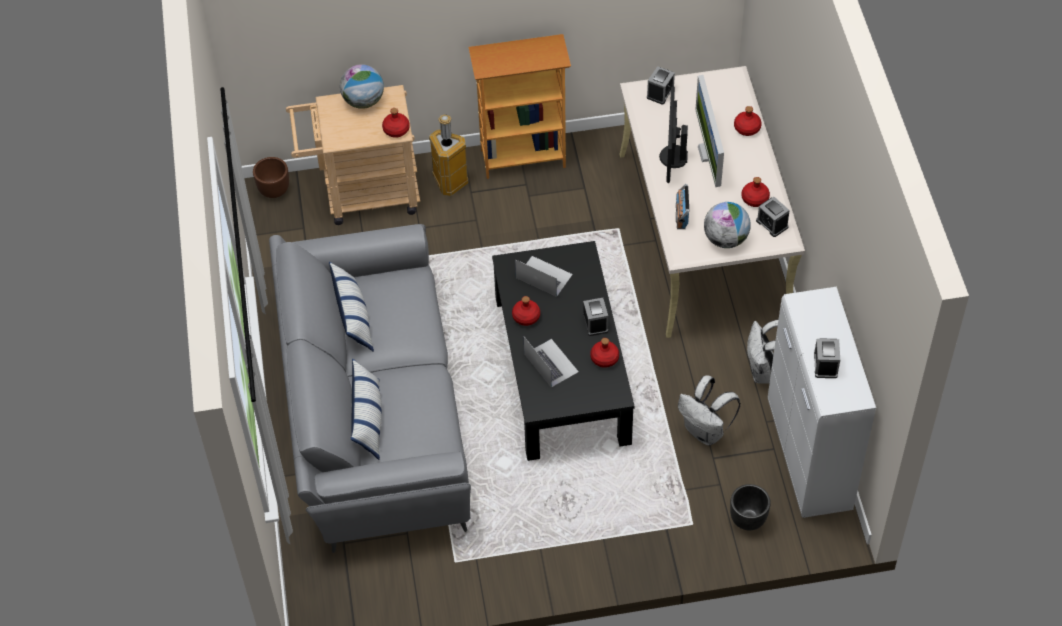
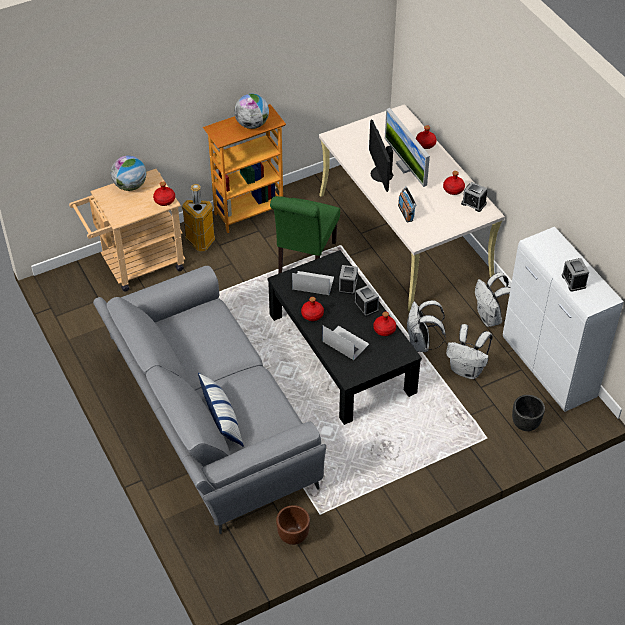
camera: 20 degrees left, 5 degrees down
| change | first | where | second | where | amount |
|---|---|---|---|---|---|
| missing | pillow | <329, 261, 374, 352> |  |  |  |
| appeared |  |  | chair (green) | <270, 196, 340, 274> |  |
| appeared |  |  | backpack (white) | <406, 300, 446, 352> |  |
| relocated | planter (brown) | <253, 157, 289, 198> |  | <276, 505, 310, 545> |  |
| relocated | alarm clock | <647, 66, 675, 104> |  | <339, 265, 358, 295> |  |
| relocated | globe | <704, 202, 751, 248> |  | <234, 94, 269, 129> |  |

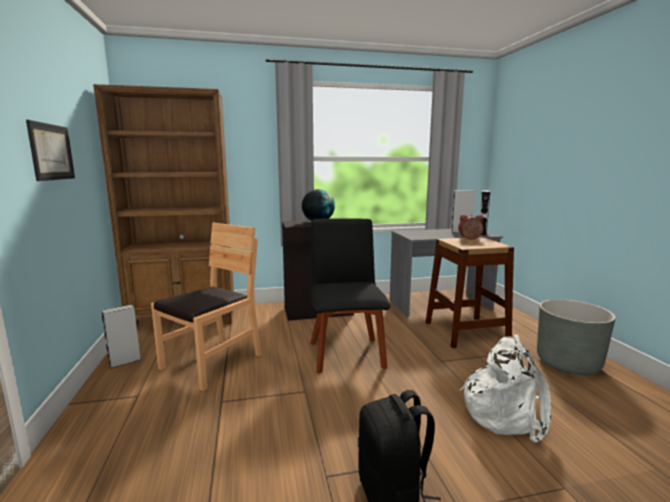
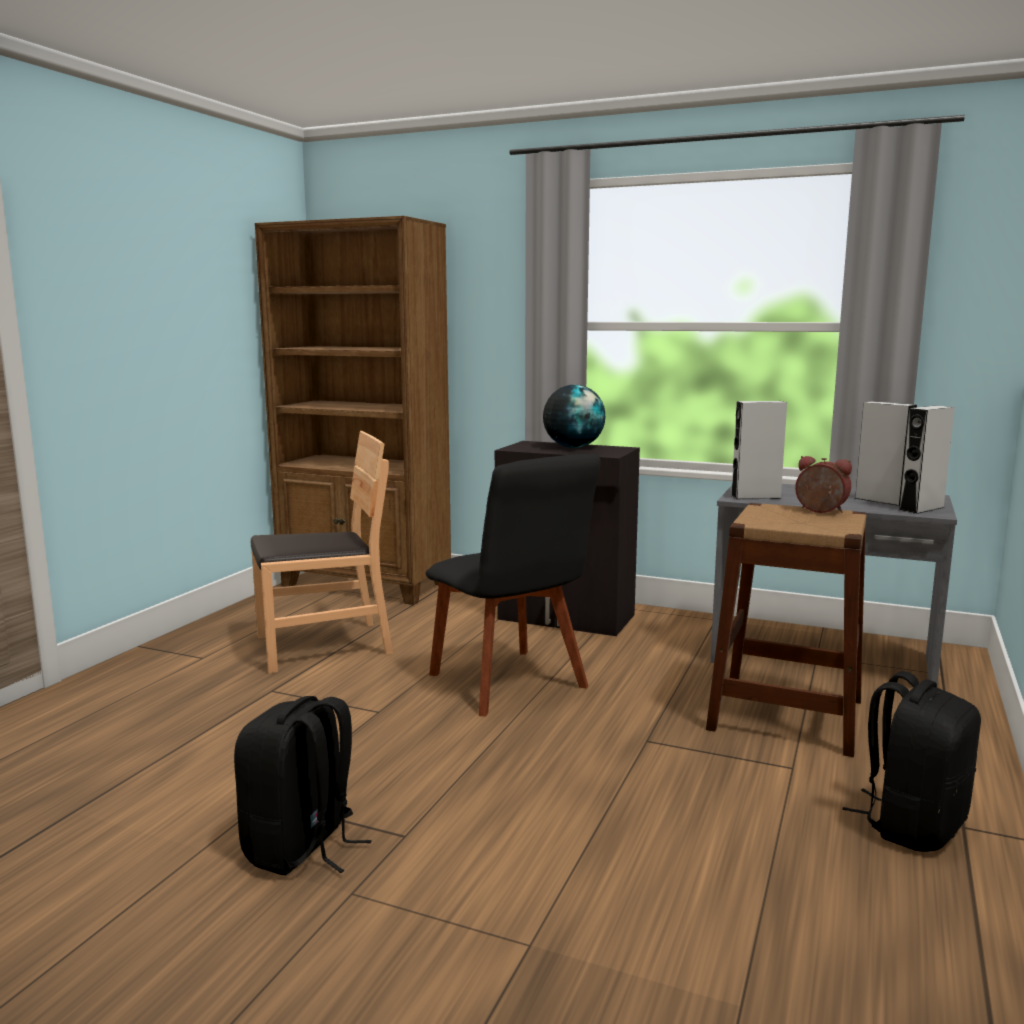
camera: 35 degrees right, 0 degrees up
| change | first | where | second | where | amount |
|---|---|---|---|---|---|
| missing | picture | <26, 120, 75, 181> |  |  |  |
| missing | backpack (white) | <460, 335, 551, 443> |  |  |  |
| relocated | speaker (grey) | <102, 304, 141, 368> |  | <731, 401, 787, 499> |  |
| exchanged | planter (grey) | <537, 299, 616, 375> | backpack (black) | <843, 671, 981, 852> |  |
| spun | chair (black) | <310, 218, 390, 374> |  | <426, 454, 601, 716> | 120 degrees clockwise |

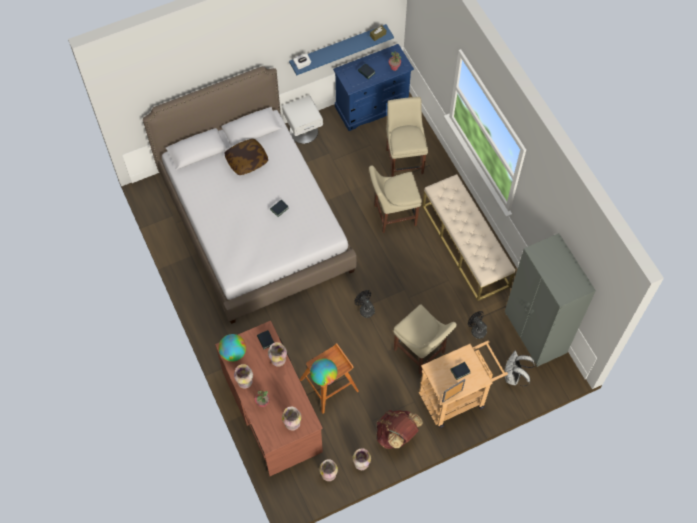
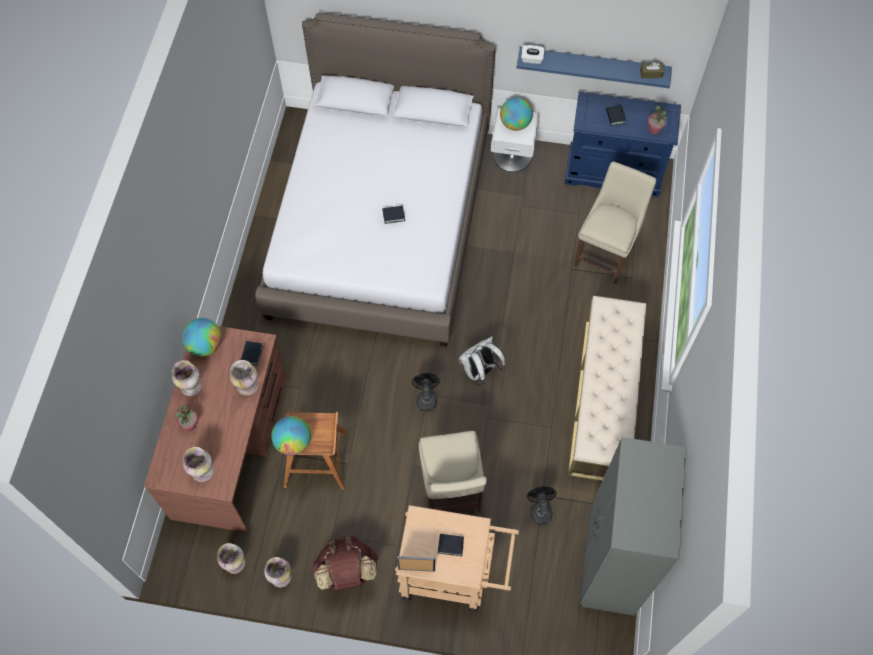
camera: 35 degrees right, 0 degrees up
| change | first | where | second | where | amount |
|---|---|---|---|---|---|
| missing | pillow | <224, 139, 268, 175> |  |  |  |
| missing | chair (beige) | <369, 165, 422, 233> |  |  |  |
| appeared |  |  | globe | <500, 97, 533, 131> |  |
| relocated | backpack (white) | <505, 351, 535, 386> |  | <459, 336, 506, 386> |  |

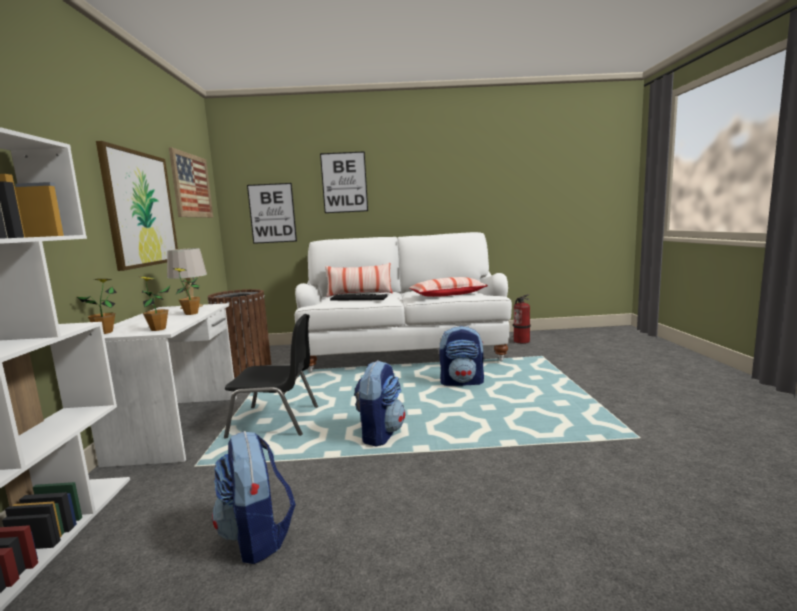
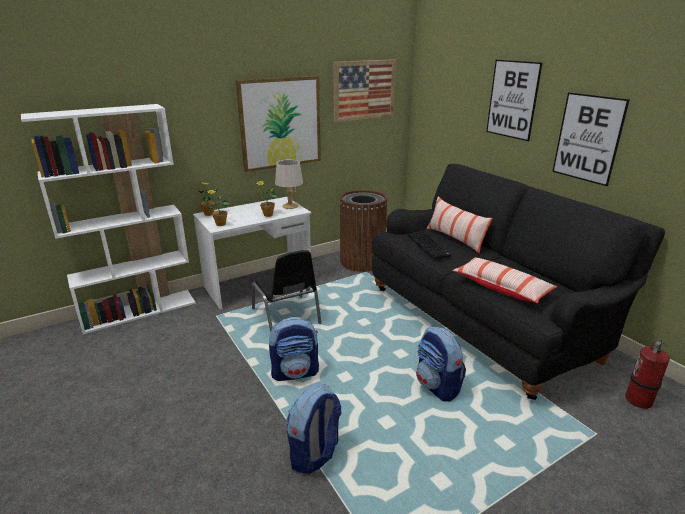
camera: 60 degrees right, 15 degrees up
| change | first | where | second | where | amount |
|---|---|---|---|---|---|
| relocated | backpack | <212, 431, 296, 564> |  | <286, 384, 341, 474> |  |
| relocated | picture | <247, 183, 297, 244> |  | <552, 92, 630, 186> |  |
| colour | sofa (white) | <295, 232, 512, 373> | sofa (black) | <372, 164, 665, 400> |  |

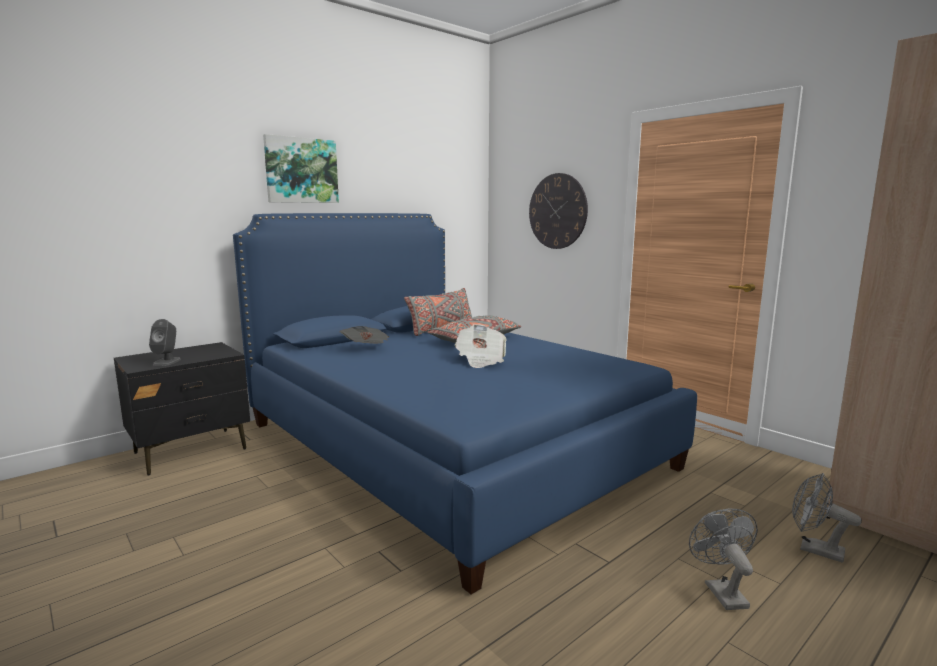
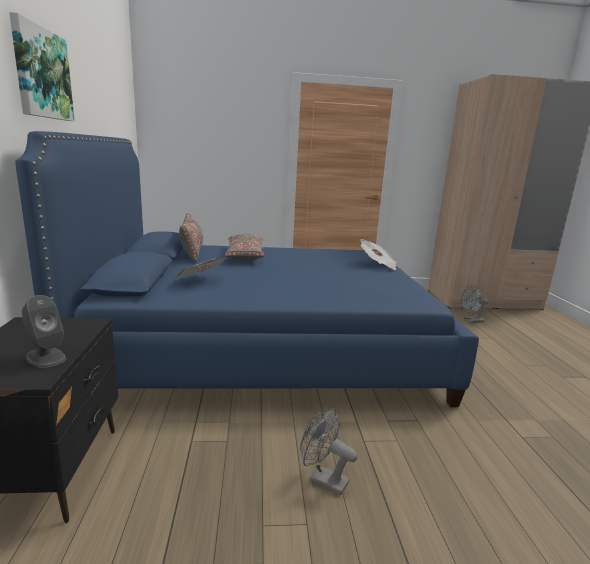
camera: 55 degrees left, 5 degrees up
| change | first | where | second | where | amount |
|---|---|---|---|---|---|
| missing | wall clock | <529, 173, 588, 249> |  |  |  |
| relocated | newspaper | <455, 324, 507, 368> |  | <360, 239, 397, 270> |  |
| relocated | fan (grey) | <689, 509, 758, 610> |  | <300, 408, 358, 496> |  |

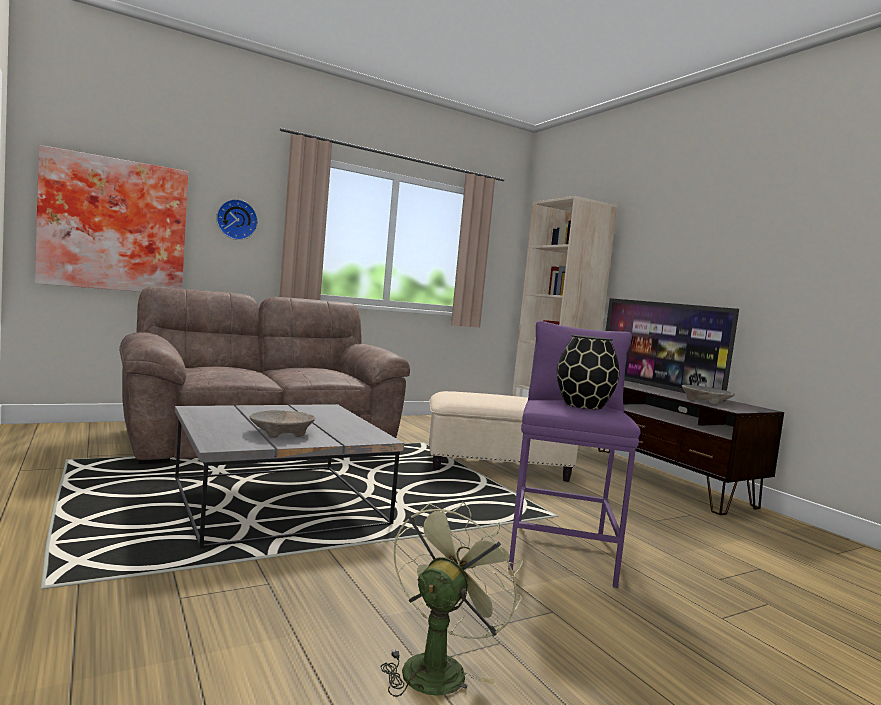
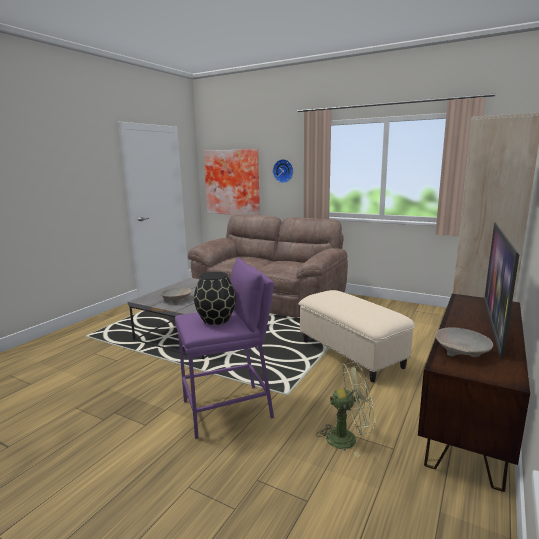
camera: 60 degrees right, 10 degrees up
| change | first | where | second | where | amount |
|---|---|---|---|---|---|
| relocated | fan (green) | <381, 501, 523, 697> |  | <316, 362, 375, 457> |  |

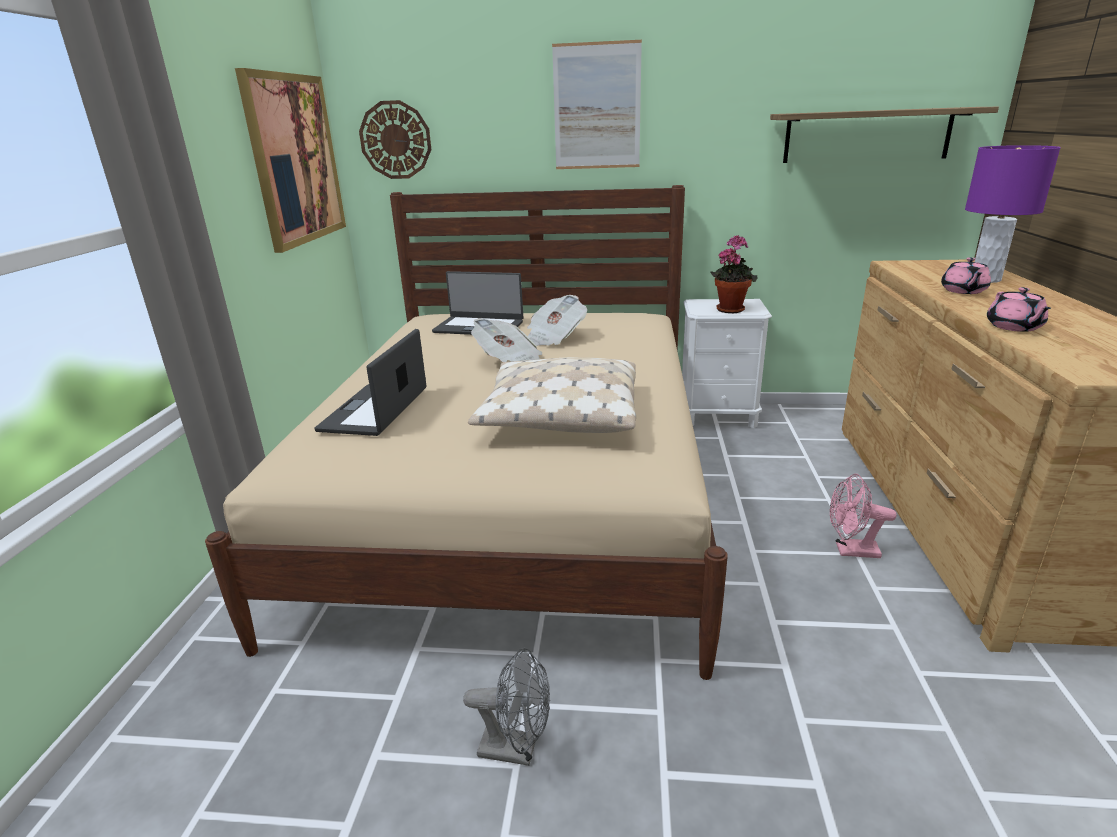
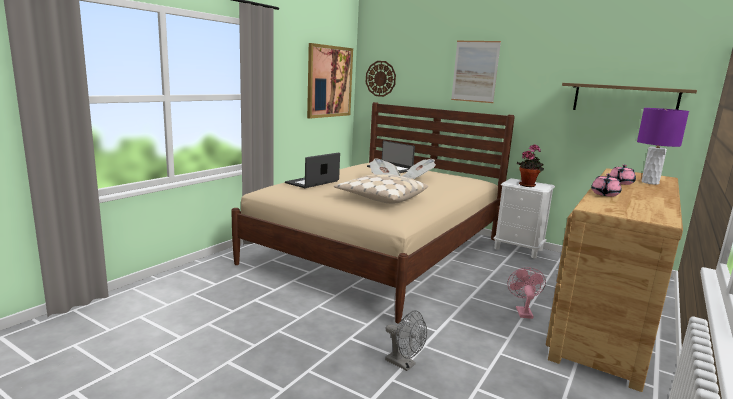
camera: 25 degrees right, 10 degrees down
| change | first | where | second | where | amount |
|---|---|---|---|---|---|
| relocated | fan (grey) | <463, 647, 550, 766> |  | <385, 310, 427, 371> |  |
| spun | fan (pink) | <830, 474, 897, 558> |  | <507, 267, 546, 319> | 60 degrees clockwise |

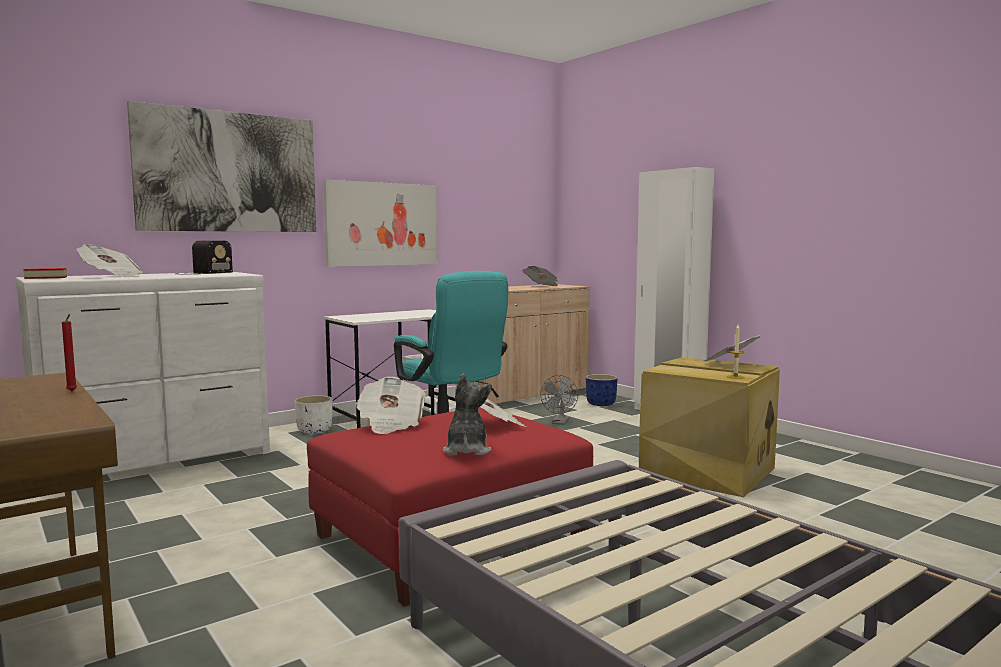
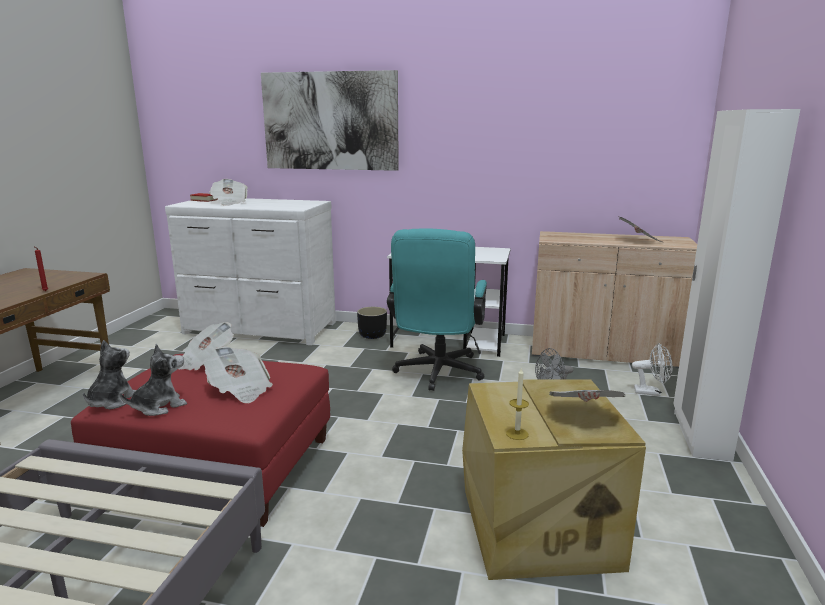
camera: 50 degrees right, 10 degrees up
| change | first | where | second | where | amount |
|---|---|---|---|---|---|
| missing | radio | <176, 241, 233, 275> |  |  |  |
| missing | picture | <324, 180, 437, 267> |  |  |  |
| appeared |  |  | plush toy | <83, 340, 136, 409> |  |
| exchanged | planter (blue) | <586, 374, 618, 406> | fan (white) | <632, 343, 673, 396> |  |
| colour | planter (white) | <294, 395, 332, 434> | planter (black) | <357, 307, 387, 339> |  |

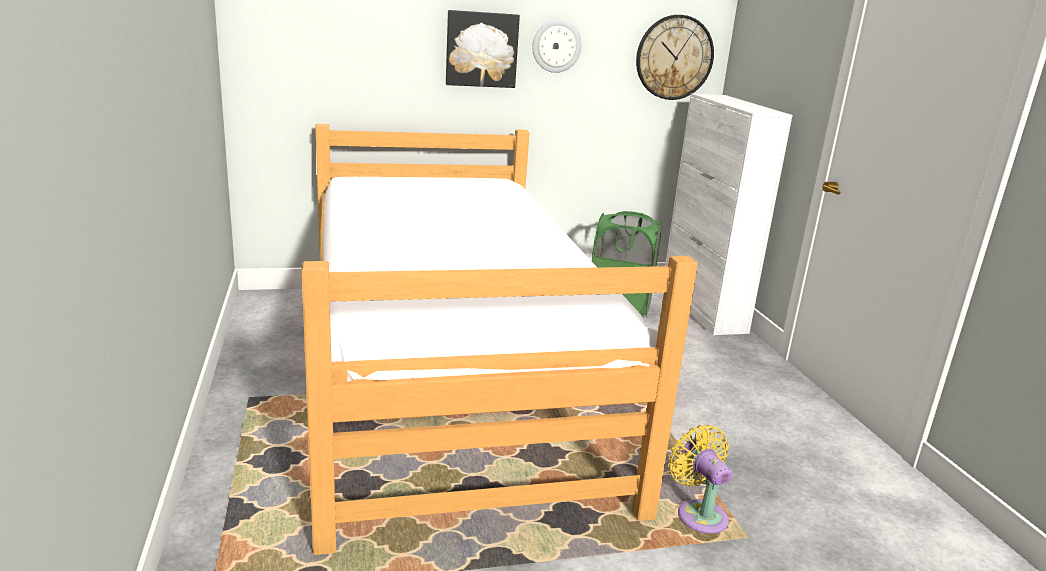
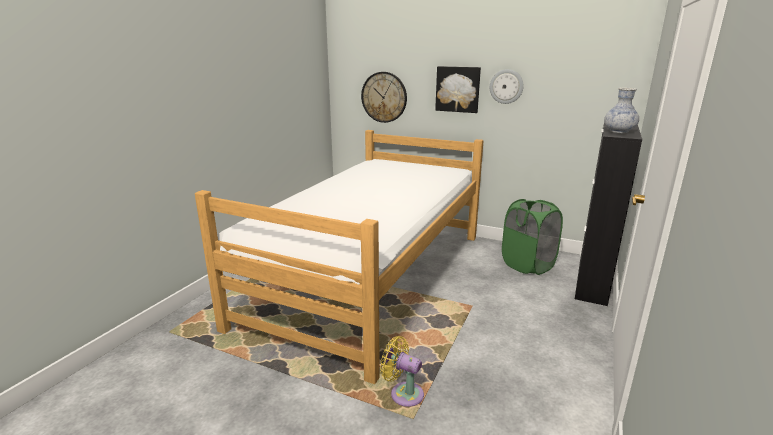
camera: 40 degrees right, 0 degrees up
| change | first | where | second | where | amount |
|---|---|---|---|---|---|
| appeared |  |  | vase | <604, 88, 639, 133> |  |
| relocated | wall clock | <636, 15, 714, 100> |  | <361, 72, 407, 123> |  |
| colour | cabinet (white) | <665, 94, 793, 335> | cabinet (black) | <575, 123, 642, 306> |  |
| spun | fan (yellow) | <668, 425, 732, 534> |  | <380, 336, 424, 407> | 75 degrees counterclockwise |

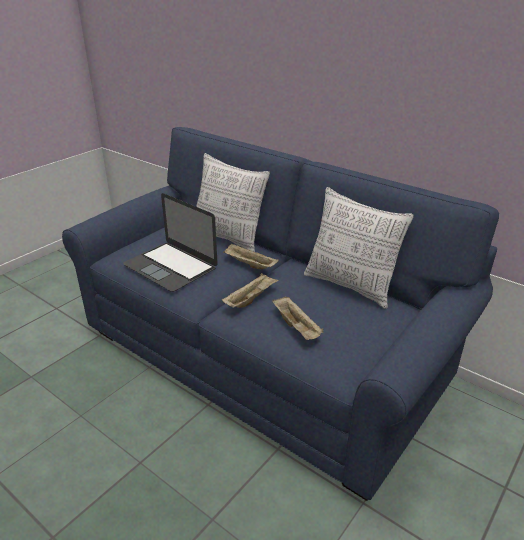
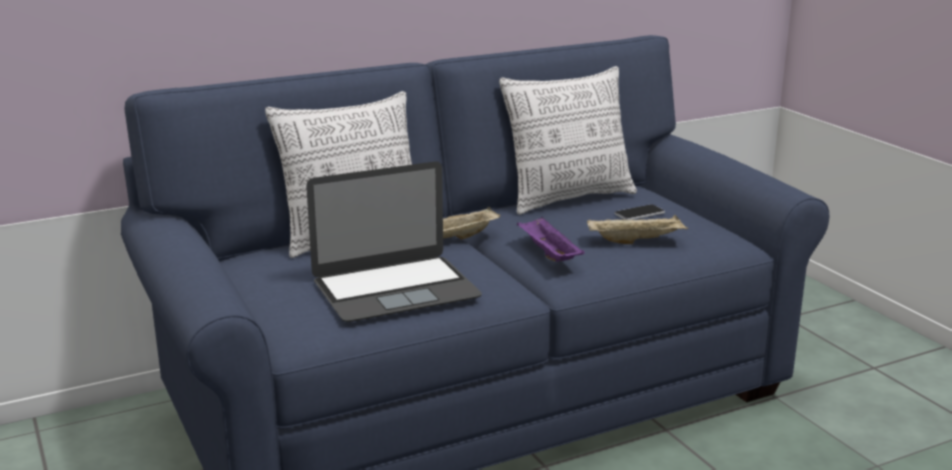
camera: 65 degrees left, 10 degrees down
| change | first | where | second | where | amount |
|---|---|---|---|---|---|
| appeared |  |  | phone | <615, 204, 665, 220> |  |
| colour | tray (beige) | <222, 273, 279, 308> | tray (purple) | <517, 217, 585, 262> |  |

